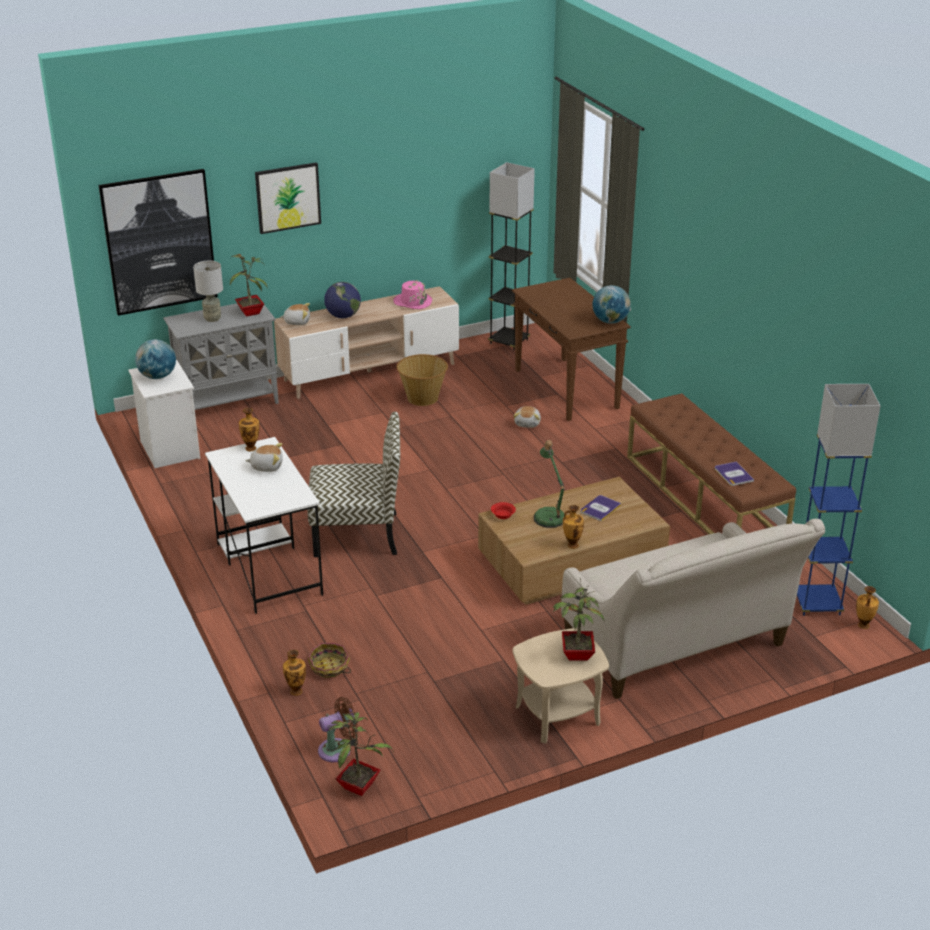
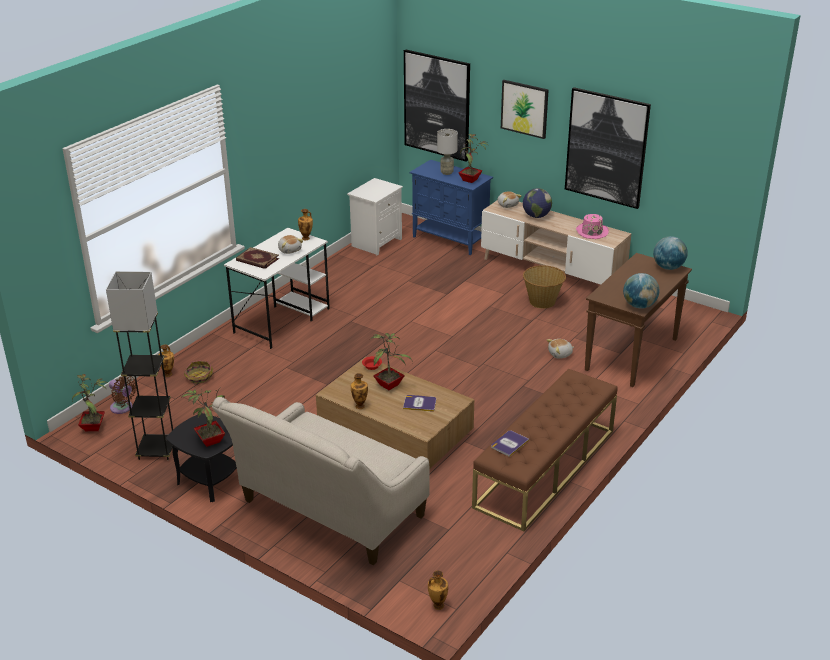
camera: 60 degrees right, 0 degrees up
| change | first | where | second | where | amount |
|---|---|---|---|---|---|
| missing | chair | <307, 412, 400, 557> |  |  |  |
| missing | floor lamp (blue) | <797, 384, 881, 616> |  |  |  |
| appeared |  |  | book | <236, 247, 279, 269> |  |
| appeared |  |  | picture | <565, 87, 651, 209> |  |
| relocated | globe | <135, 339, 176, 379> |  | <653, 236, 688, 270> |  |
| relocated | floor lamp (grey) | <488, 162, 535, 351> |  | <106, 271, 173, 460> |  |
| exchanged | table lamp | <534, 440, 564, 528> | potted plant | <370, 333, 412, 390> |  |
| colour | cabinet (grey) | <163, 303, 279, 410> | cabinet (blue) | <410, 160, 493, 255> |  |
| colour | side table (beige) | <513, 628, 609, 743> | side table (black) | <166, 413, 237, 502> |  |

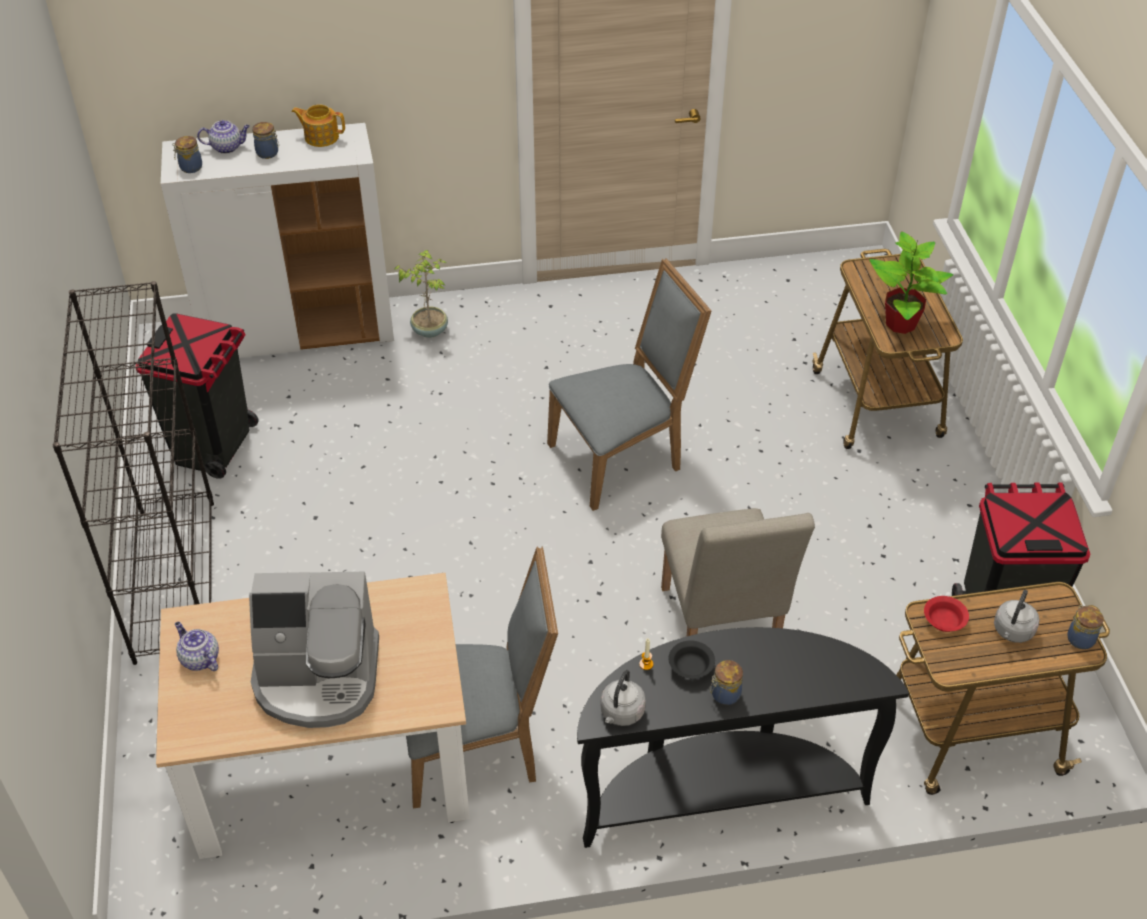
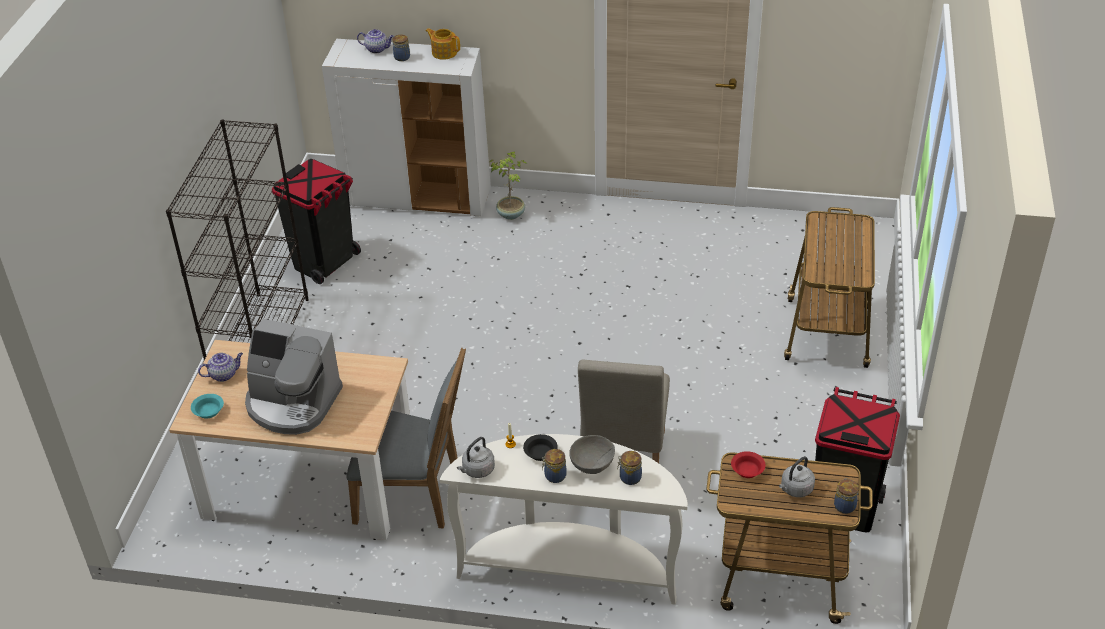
camera: 20 degrees right, 5 degrees down
| change | first | where | second | where | amount |
|---|---|---|---|---|---|
| missing | chair (grey) | <547, 258, 711, 511> |  |  |  |
| missing | potted plant | <870, 232, 953, 334> |  |  |  |
| appeared |  |  | bowl (turquoise) | <191, 394, 224, 418> |  |
| appeared |  |  | bowl (grey) | <569, 435, 615, 474> |  |
| relocated | jar | <172, 136, 202, 173> |  | <617, 451, 642, 485> |  |
| colour | console table (black) | <577, 627, 909, 848> | console table (white) | <440, 434, 688, 605> |  |
| spun | teapot | <175, 622, 219, 671> |  | <198, 353, 243, 382> | 90 degrees clockwise |

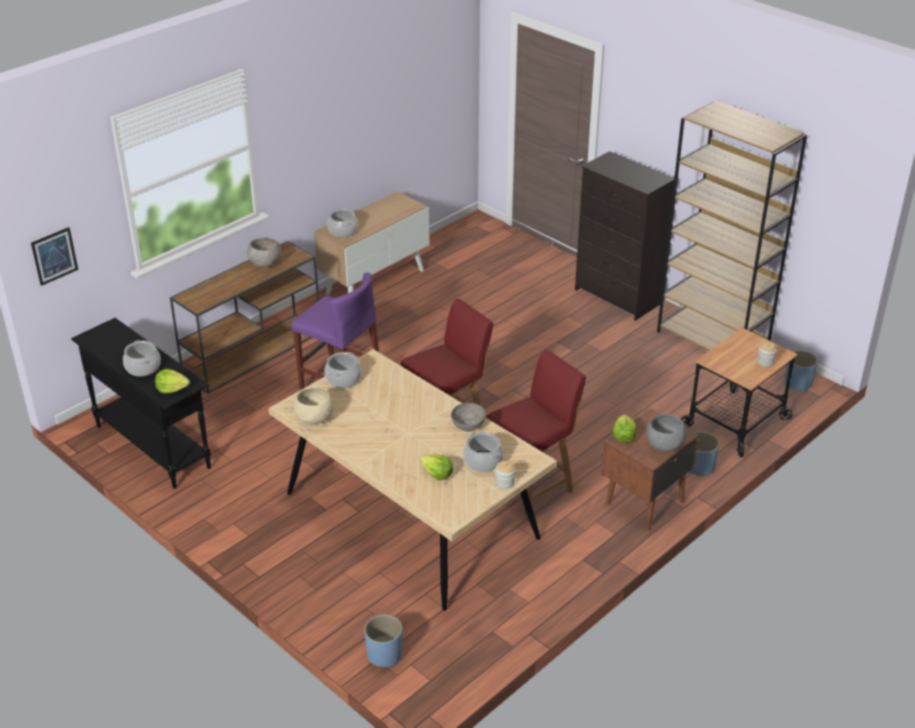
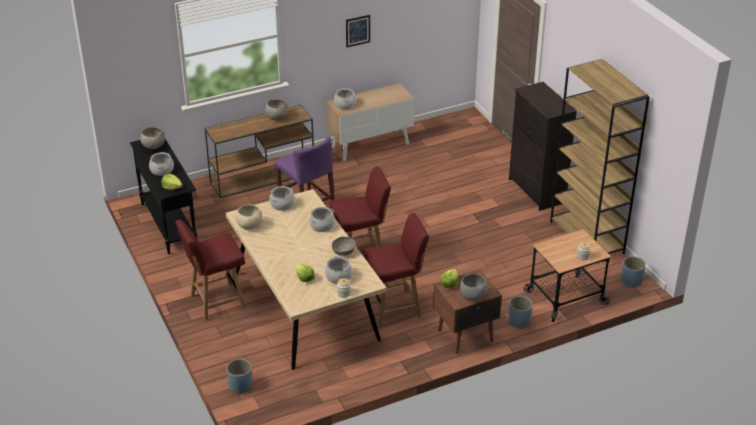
camera: 20 degrees right, 0 degrees up
| change | first | where | second | where | amount |
|---|---|---|---|---|---|
| appeared |  |  | bowl (grey) | <140, 127, 165, 149> |  |
| appeared |  |  | chair (red) | <176, 220, 246, 321> |  |
| appeared |  |  | cooking pot | <309, 207, 335, 232> |  |
| relocated | picture | <31, 227, 78, 286> |  | <346, 15, 370, 48> |  |

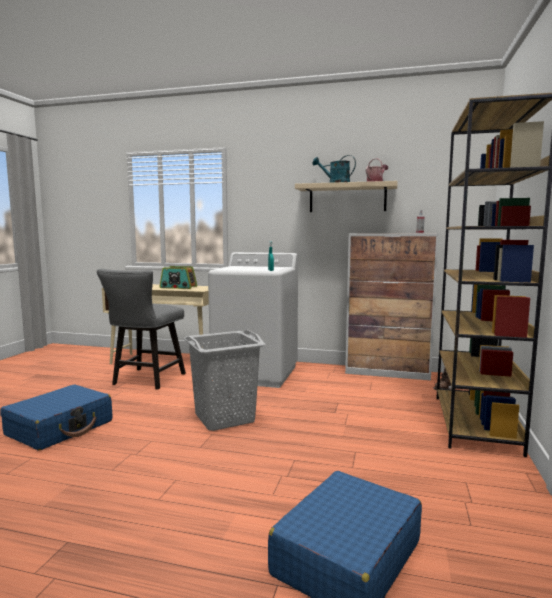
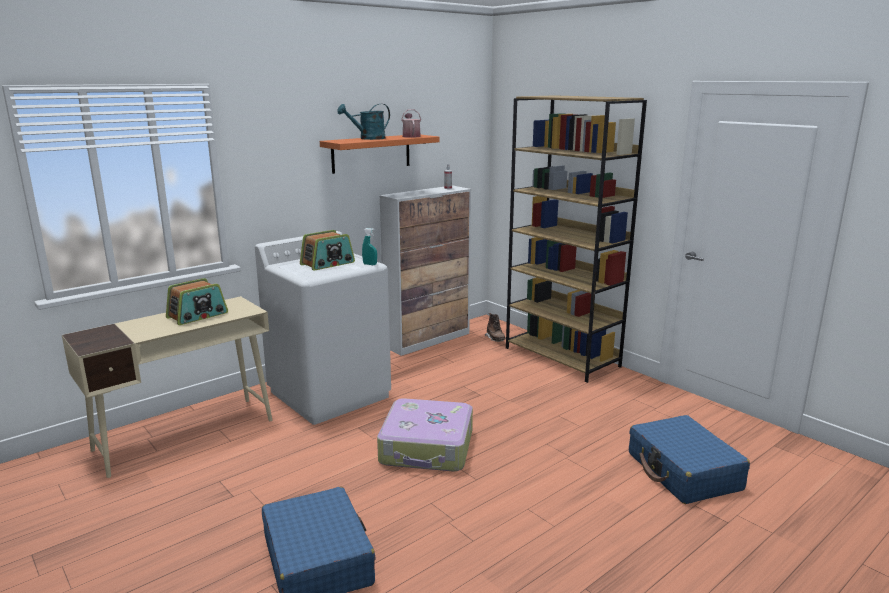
camera: 55 degrees left, 10 degrees up
| change | first | where | second | where | amount |
|---|---|---|---|---|---|
| missing | chair (grey) | <97, 269, 186, 390> |  |  |  |
| appeared |  |  | radio | <300, 230, 355, 271> |  |
| exchanged | laundry basket (grey) | <183, 330, 265, 431> | suitcase | <377, 398, 473, 471> |  |
| colour | shelf (beige) | <295, 181, 398, 212> | shelf (orange) | <320, 135, 439, 174> |  |

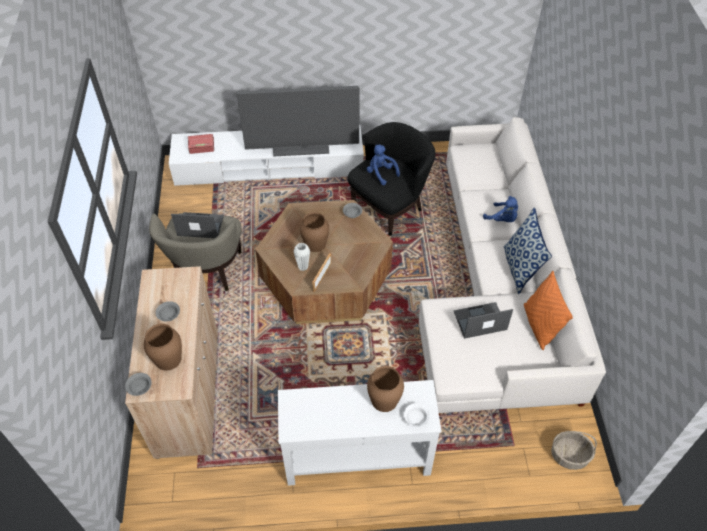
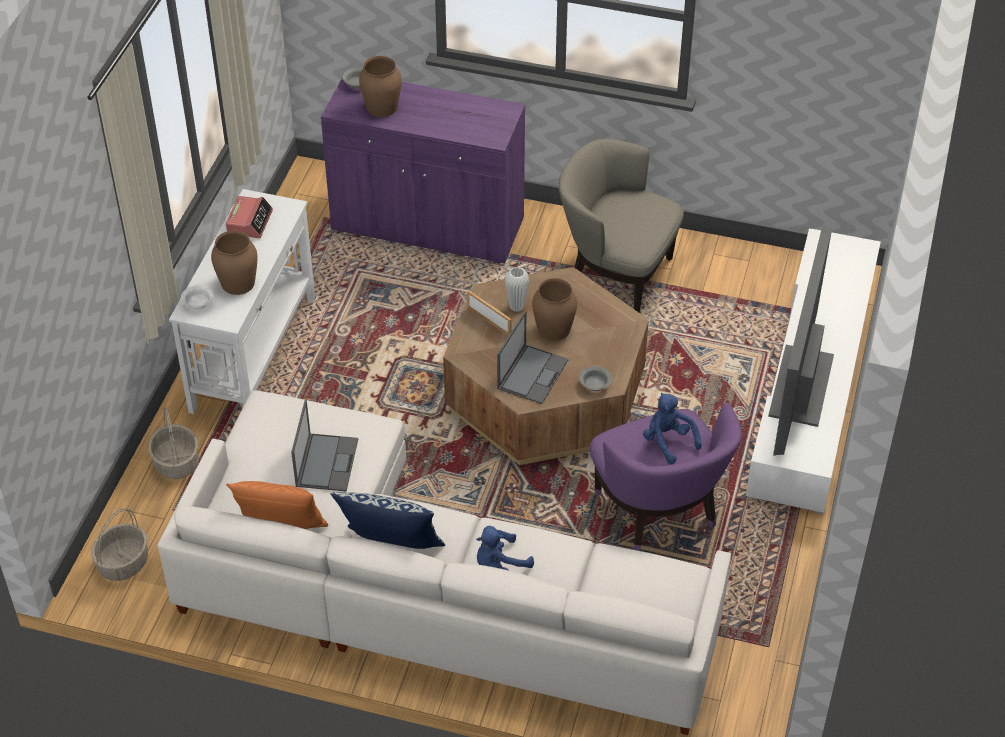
camera: 110 degrees right, 5 degrees down
| change | first | where | second | where | amount |
|---|---|---|---|---|---|
| missing | bowl (grey) | <155, 301, 180, 321> |  |  |  |
| appeared |  |  | basket | <148, 407, 199, 479> |  |
| relocated | laptop | <171, 212, 224, 238> |  | <497, 311, 569, 404> |  |
| relocated | alarm clock | <188, 134, 214, 154> |  | <226, 196, 273, 238> |  |
| colour | cabinet (beige) | <125, 266, 218, 459> | cabinet (purple) | <321, 77, 525, 264> |  |
| colour | armchair (black) | <347, 122, 436, 236> | armchair (purple) | <590, 403, 742, 551> |  |
| spun | plush toy (blue) | <367, 145, 400, 185> |  | <643, 393, 702, 464> | 105 degrees counterclockwise |

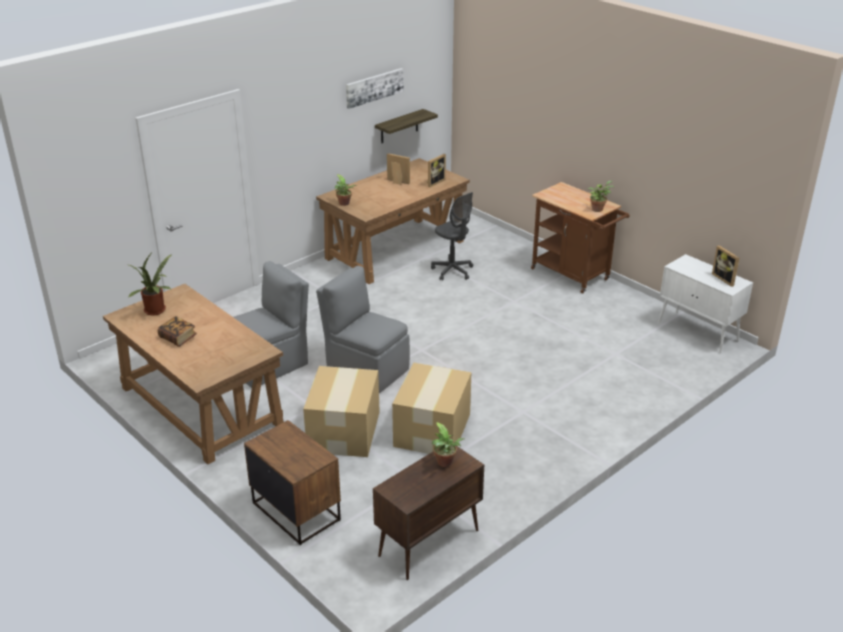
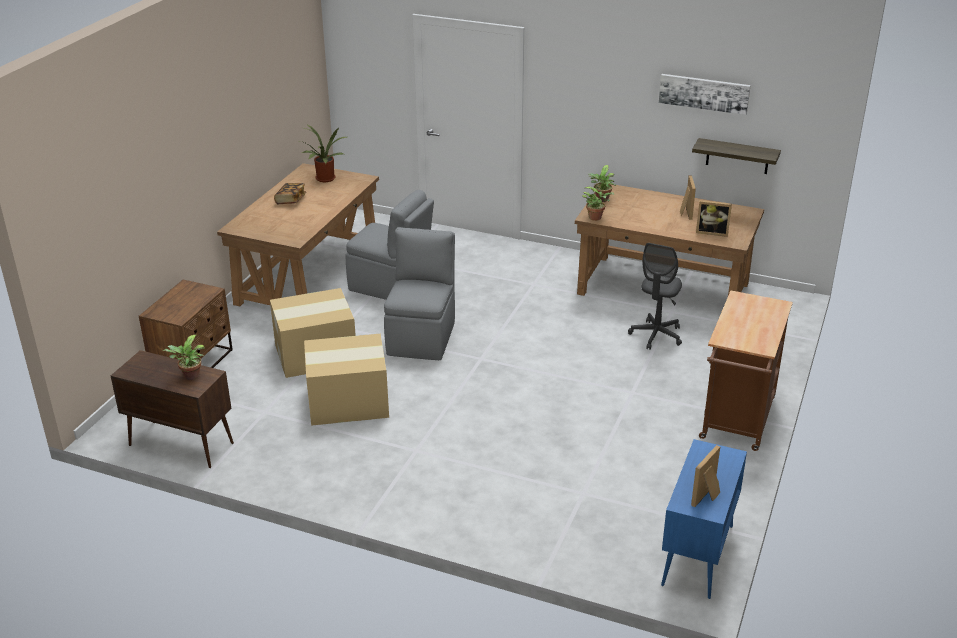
camera: 65 degrees right, 0 degrees up
| change | first | where | second | where | amount |
|---|---|---|---|---|---|
| relocated | potted plant | <588, 181, 614, 212> |  | <582, 186, 614, 221> |  |
| colour | cabinet (white) | <658, 254, 753, 353> | cabinet (blue) | <661, 439, 747, 599> |  |

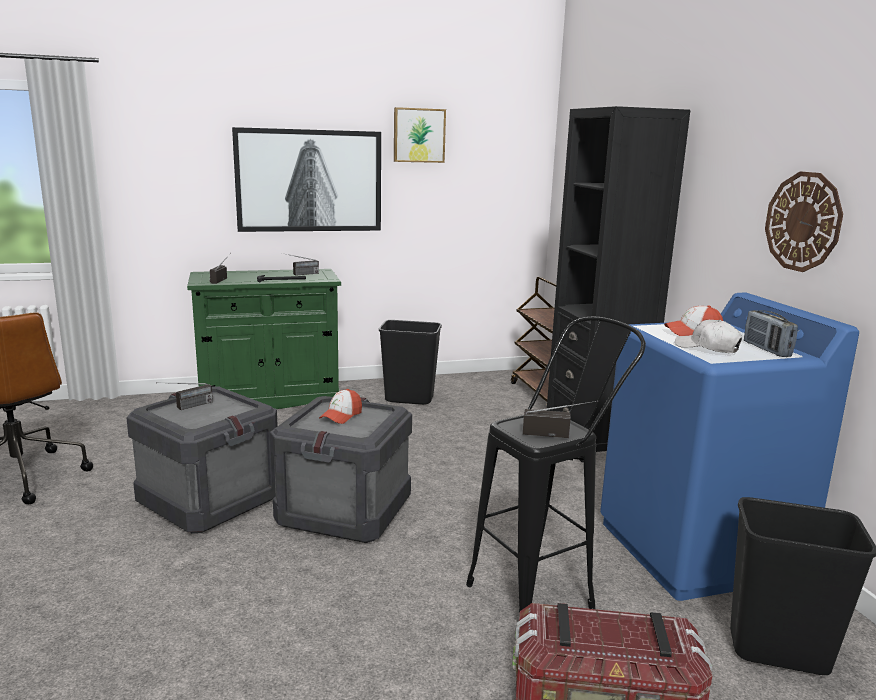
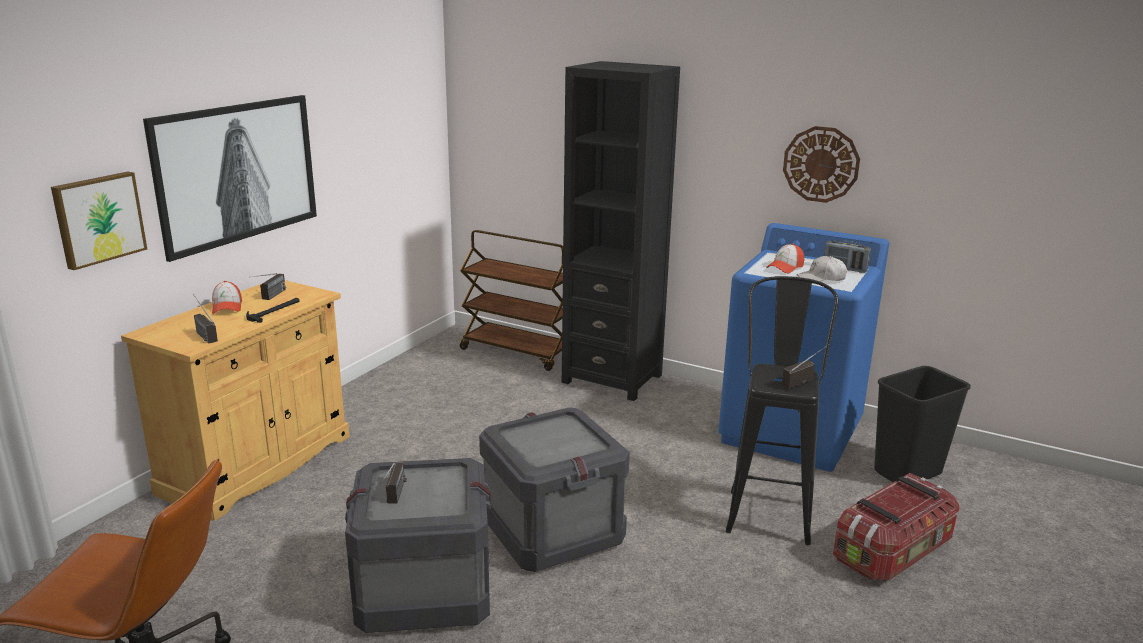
camera: 45 degrees left, 5 degrees up
| change | first | where | second | where | amount |
|---|---|---|---|---|---|
| missing | trash can (black) | <379, 320, 442, 405> |  |  |  |
| relocated | cap | <319, 389, 362, 424> |  | <212, 281, 242, 314> |  |
| relocated | picture | <394, 107, 446, 163> |  | <51, 172, 147, 270> |  |
| colour | cabinet (green) | <187, 269, 341, 409> | cabinet (beige) | <121, 280, 350, 521> |  |

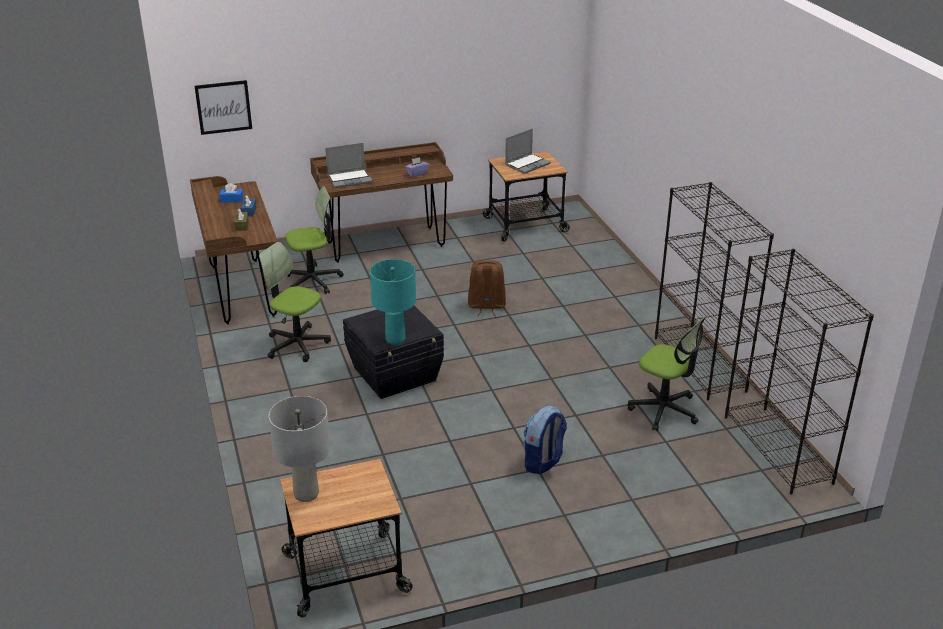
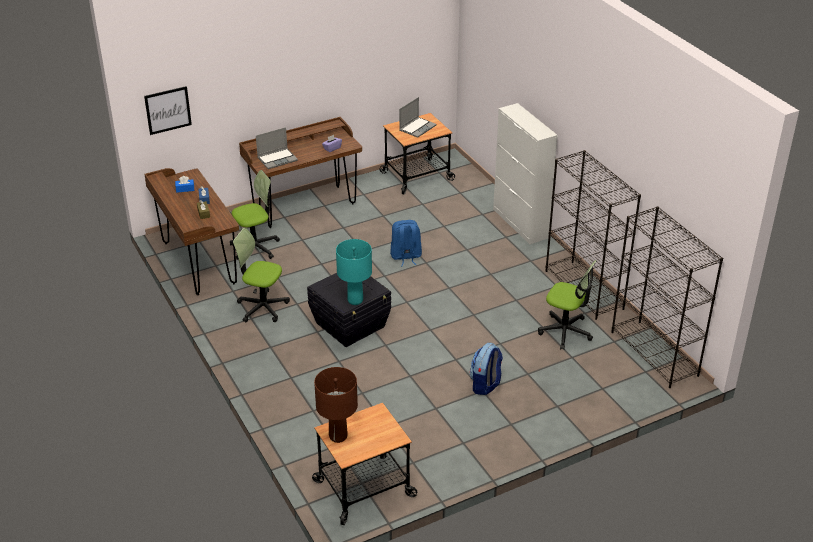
camera: 10 degrees left, 5 degrees up
| change | first | where | second | where | amount |
|---|---|---|---|---|---|
| appeared |  |  | cabinet (white) | <493, 103, 558, 244> |  |
| colour | table lamp (grey) | <269, 396, 330, 502> | table lamp (brown) | <314, 367, 358, 443> |  |
| colour | backpack (brown) | <468, 260, 506, 316> | backpack (blue) | <390, 220, 422, 266> |  |

